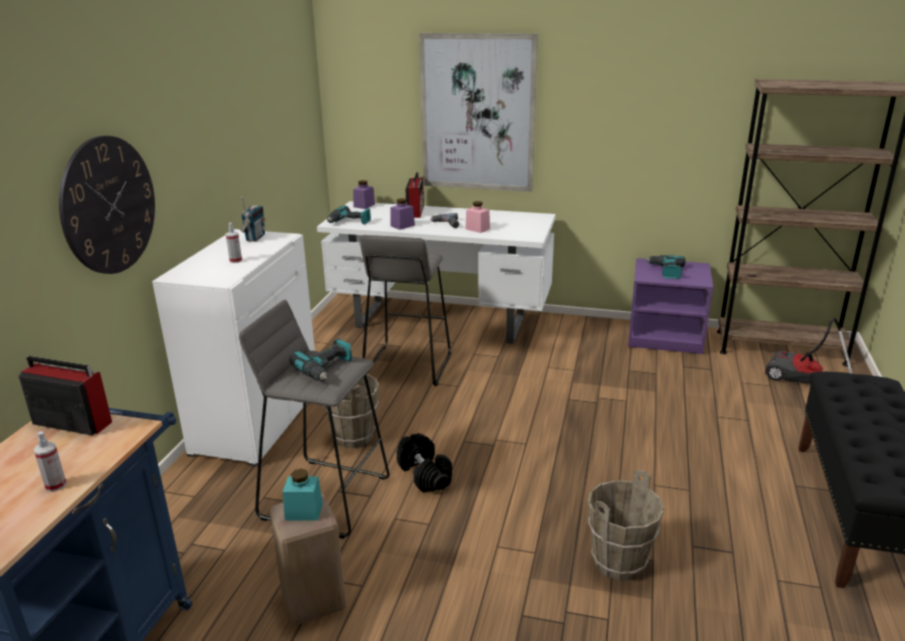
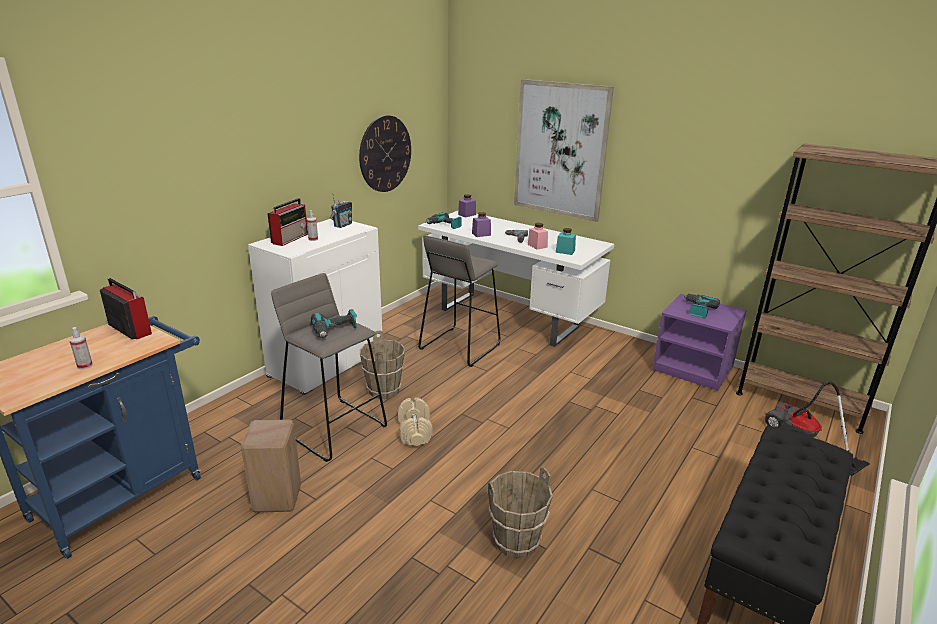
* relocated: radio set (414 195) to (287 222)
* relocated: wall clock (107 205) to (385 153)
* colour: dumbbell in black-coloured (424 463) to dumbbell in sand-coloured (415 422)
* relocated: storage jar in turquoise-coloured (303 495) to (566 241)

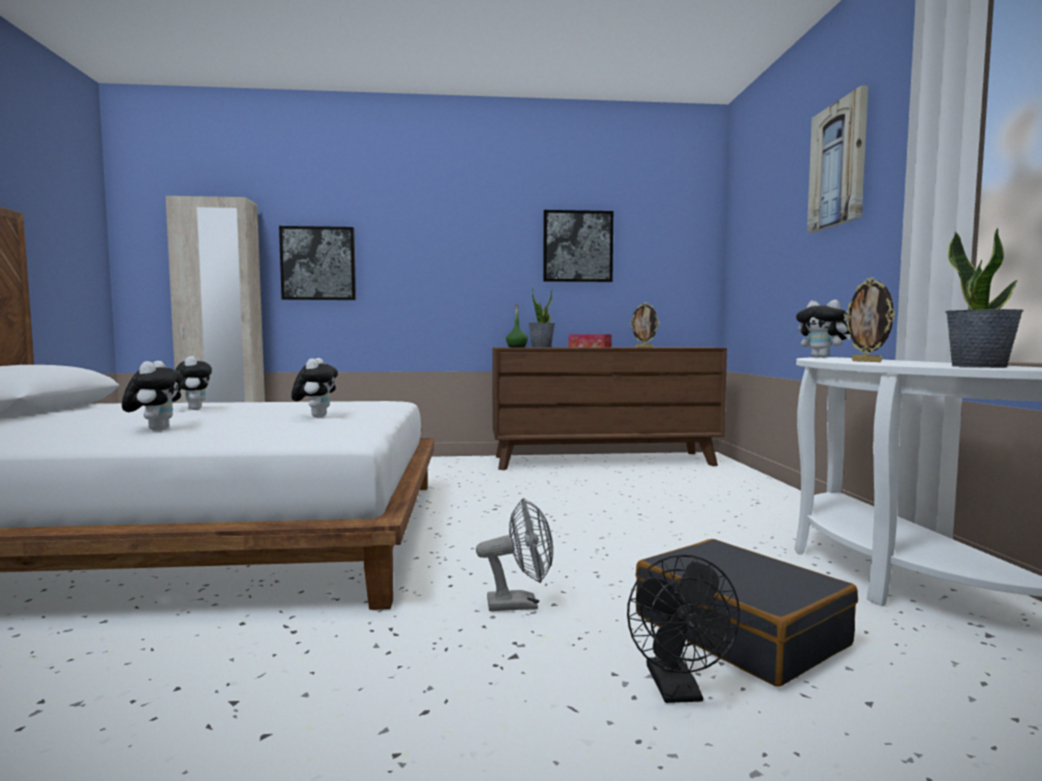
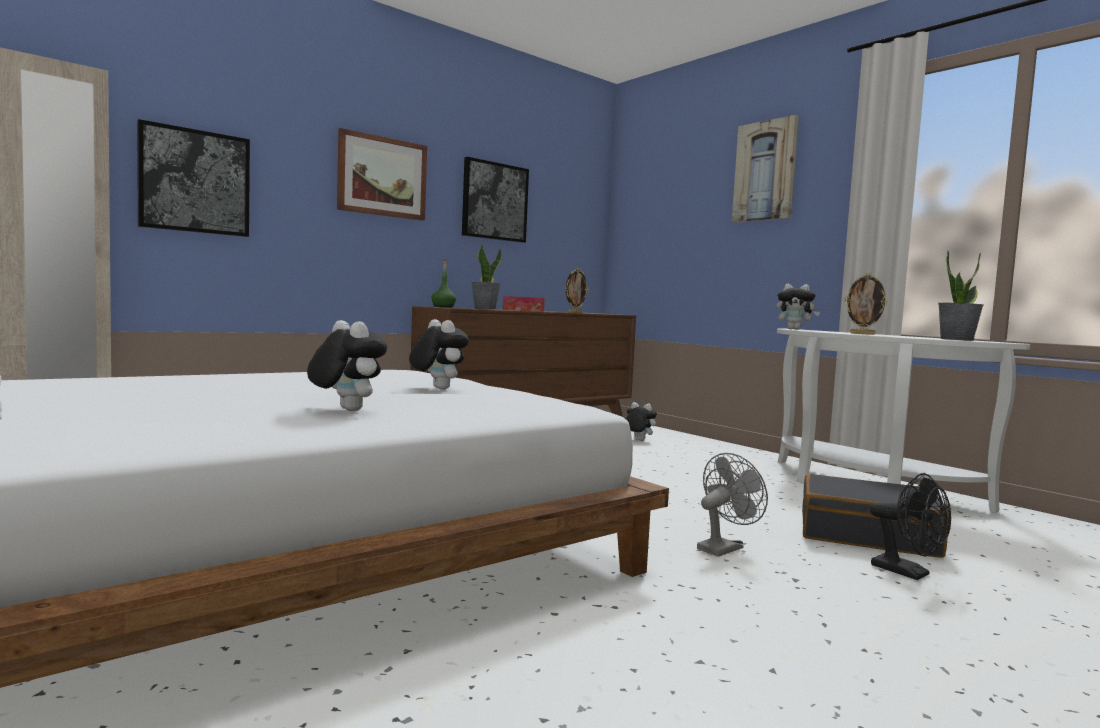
* appeared: wall picture (382 174)
* relocated: cuddly toy (193 383) to (641 421)

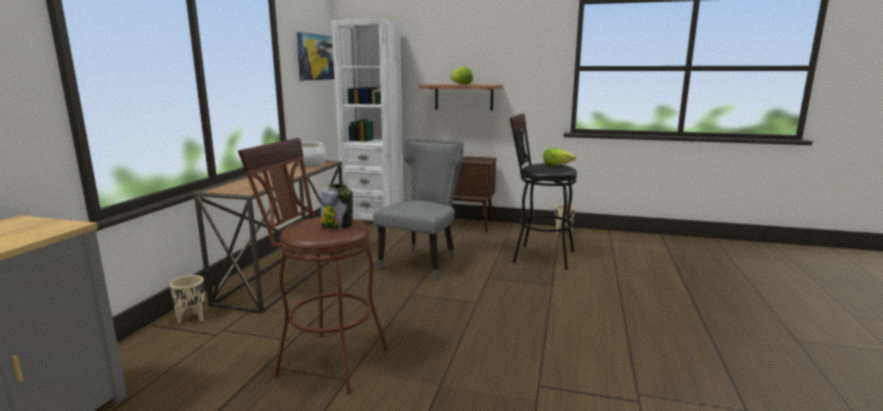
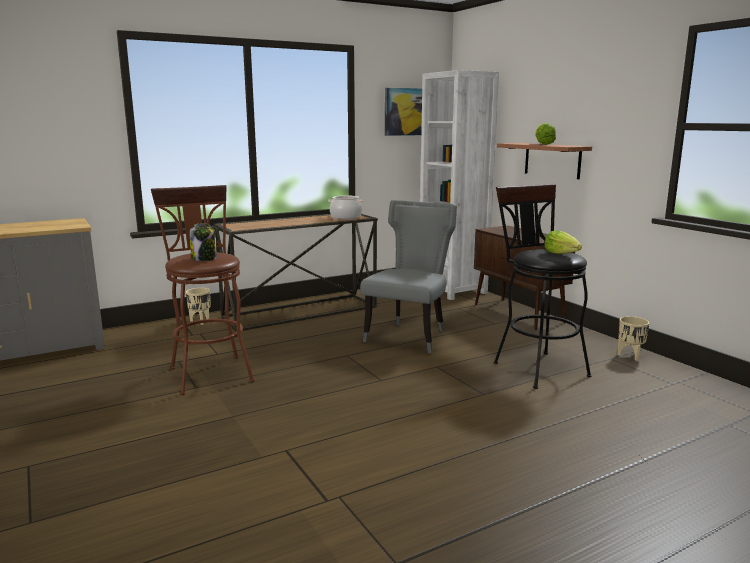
* spun: chair in gray (418 208) = (408 276) 45 degrees counterclockwise

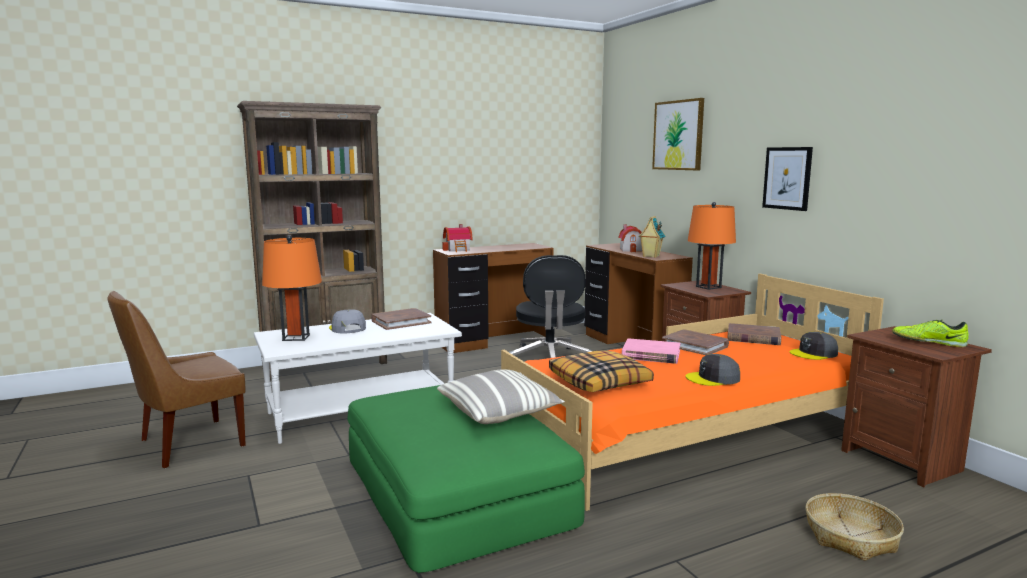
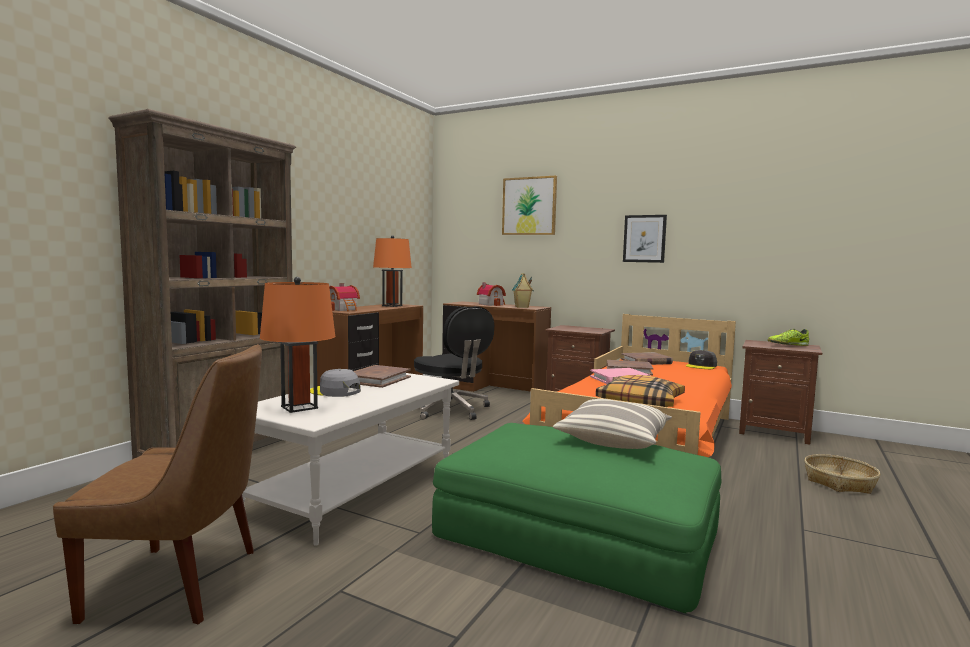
* spun: chair in brown-coloured (176 379) = (157 484) 105 degrees counterclockwise
* relocated: tabletop lamp in orangey (712 246) to (392 271)
* missing: peaked cap in gray (713 370)

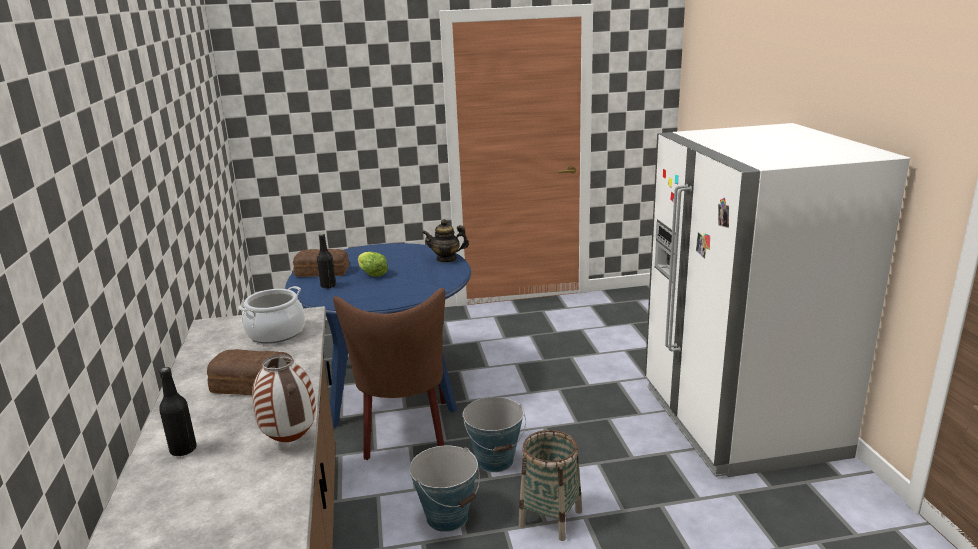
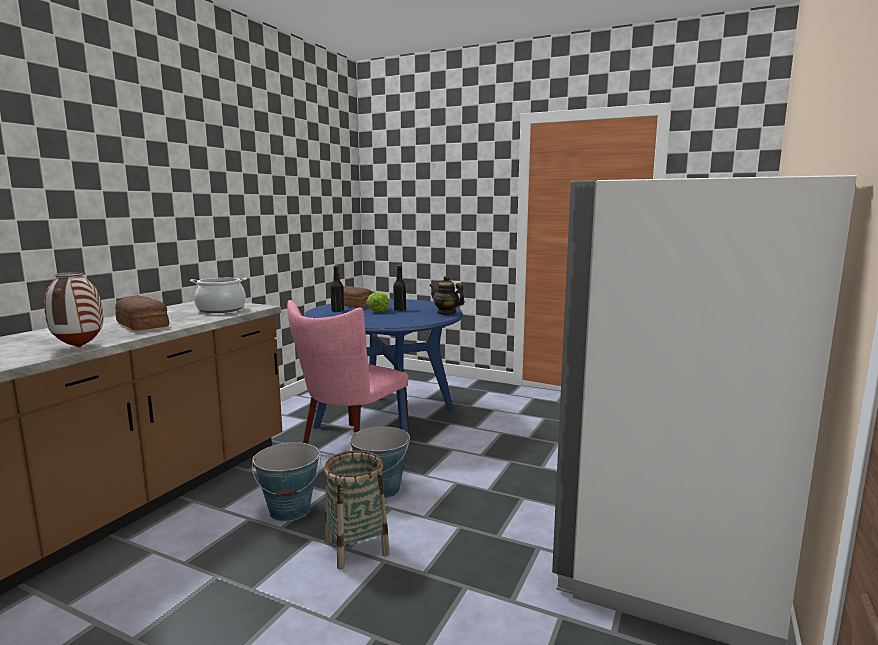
* colour: chair in brown-coloured (389 374) to chair in pink-coloured (348 372)
* relocated: bottle in black-coloured (178 412) to (399 288)

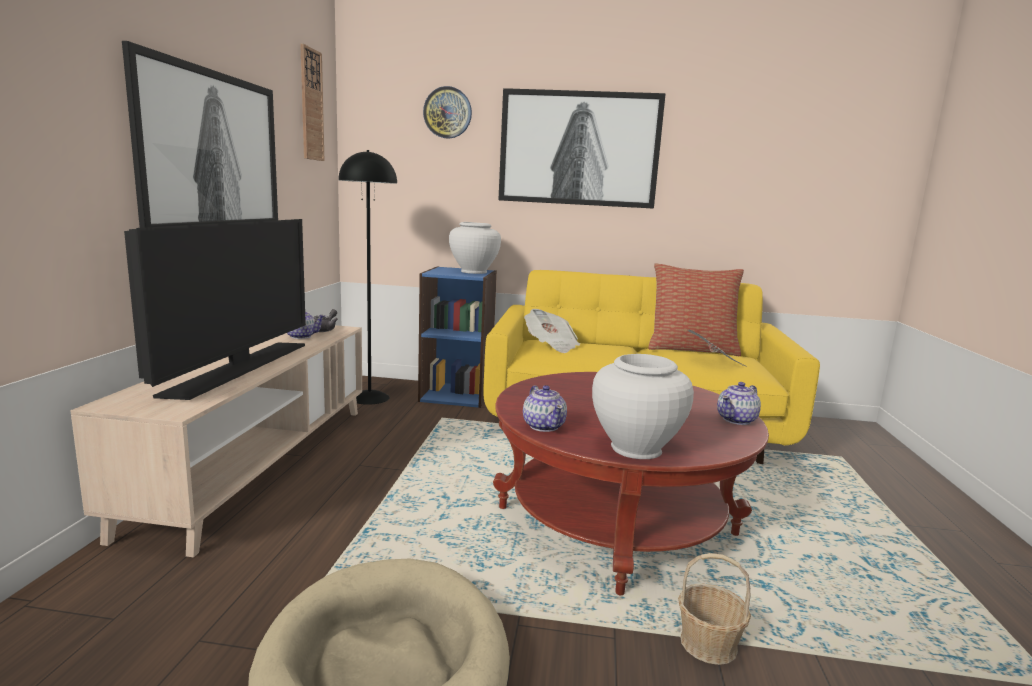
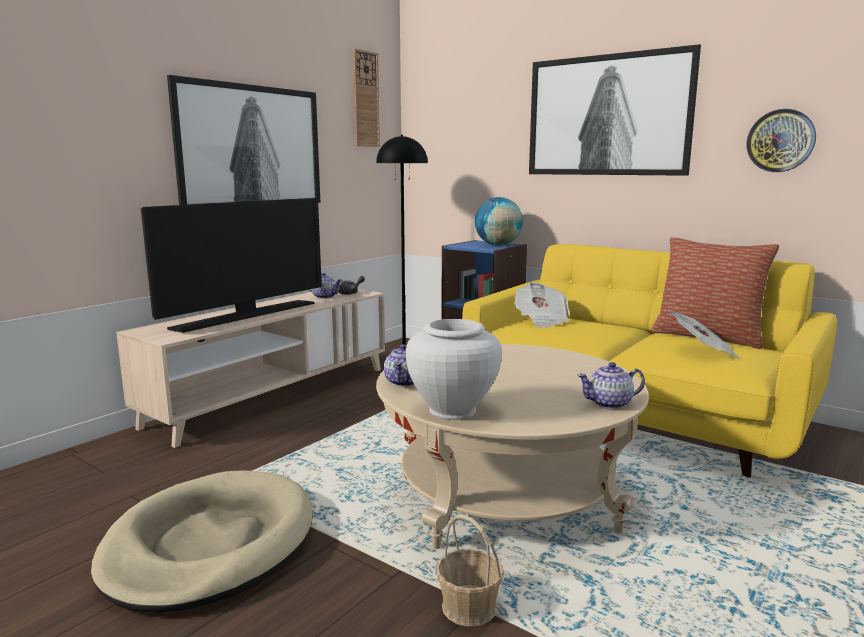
* colour: lounge table in red-coloured (631 483) to lounge table in sand-coloured (512 446)
* exchanged: flower vase in whitish (475 248) to world globe (499 221)
* relocated: wall clock (447 112) to (781 140)

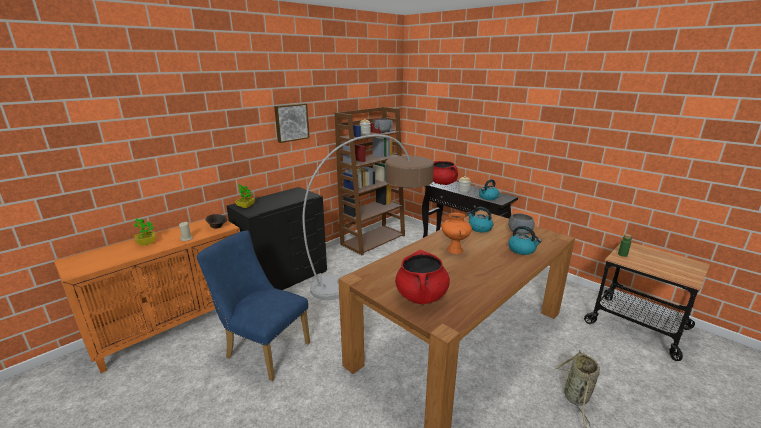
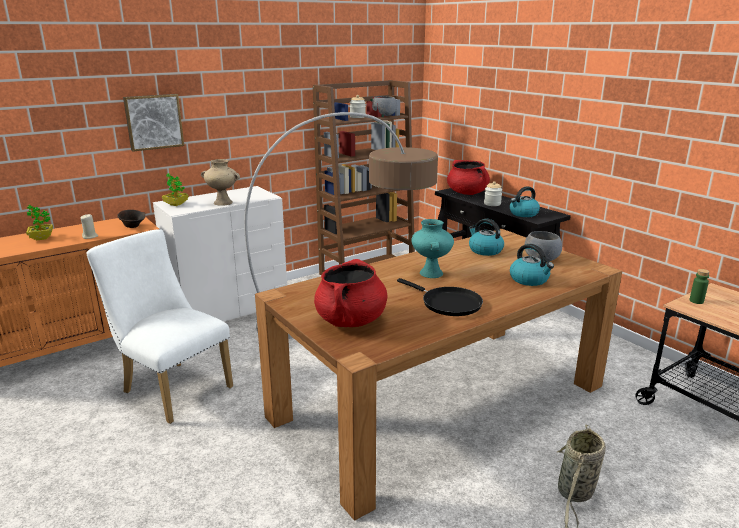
* colour: chair in blue (253 306) to chair in whitish (159 326)
* relocated: wall picture (292 123) to (153 123)
* colour: drawer chest in black-coloured (277 238) to drawer chest in whitish (220 254)
* appeared: flower vase in sand-coloured (220 182)
* appeared: frying pan in black-coloured (440 297)
* colour: flower vase in orangey (456 233) to flower vase in turquoise-coloured (432 248)

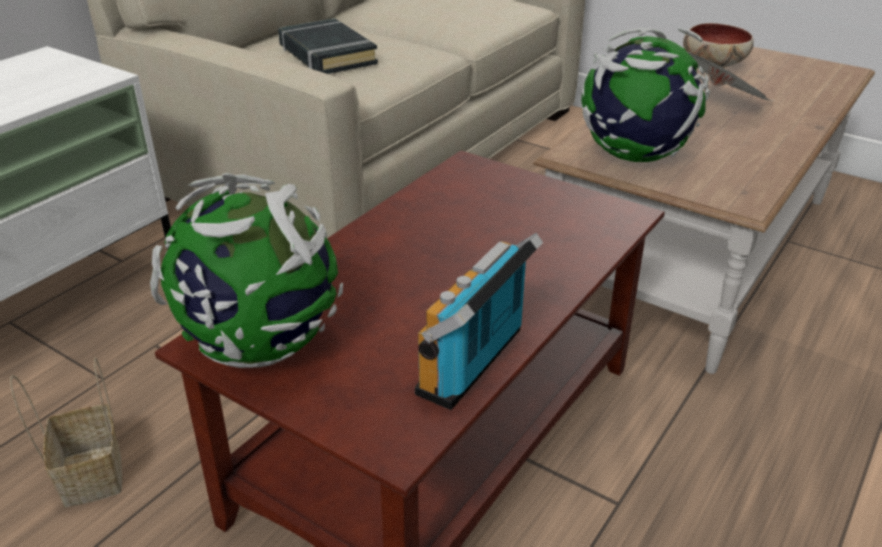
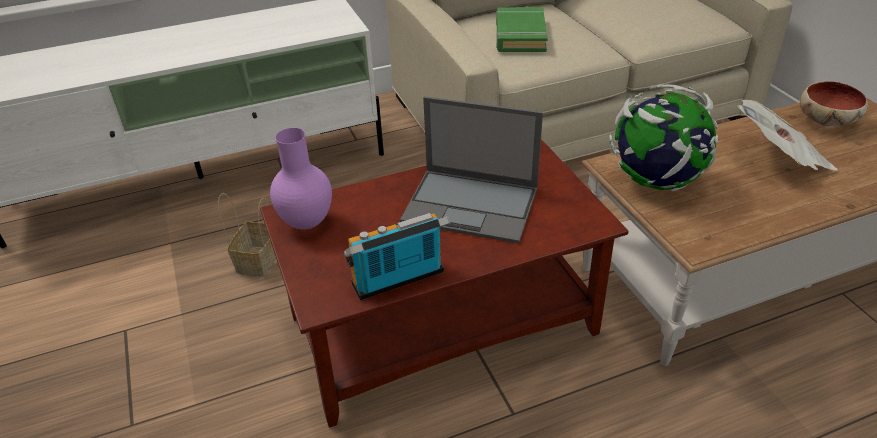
* exchanged: world globe (246 270) to flower vase in purplish (301 179)
* appeared: portable computer (471 170)
* colour: bound book in black-coloured (328 46) to bound book in greenish (522 29)

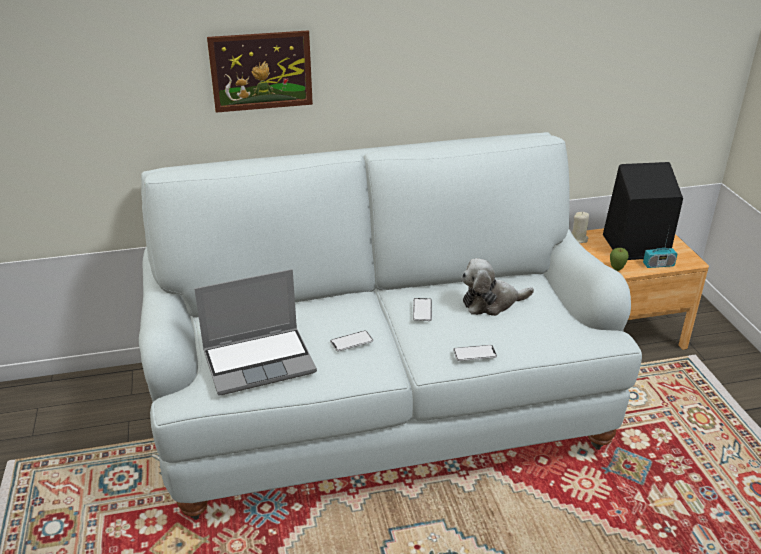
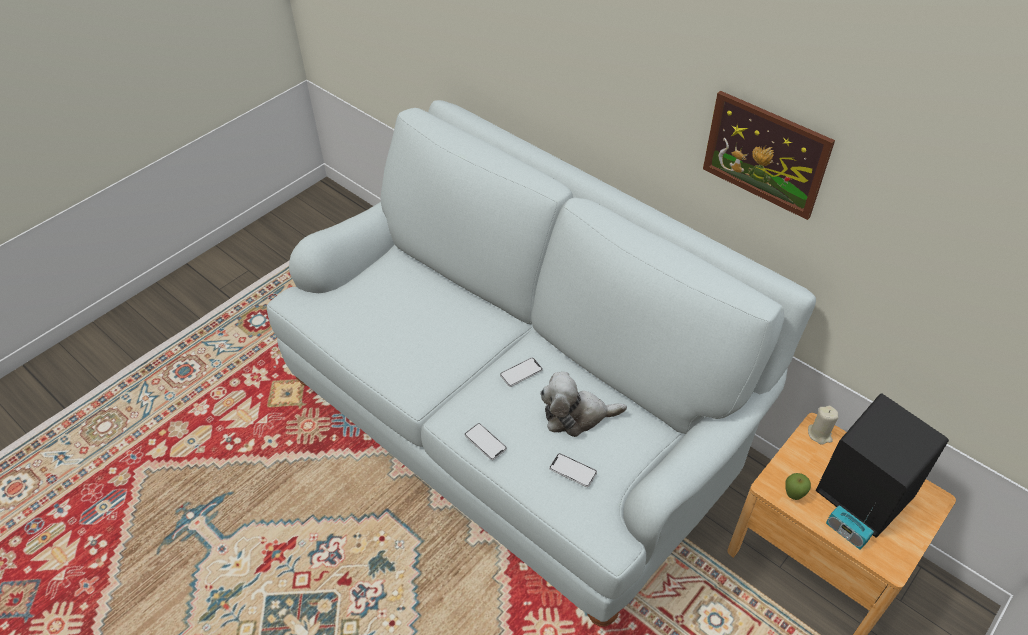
* spun: cuddly toy (497 287) = (583 404) 45 degrees counterclockwise
* relocated: handset (351 340) to (573 470)
* relocated: wall picture (260 71) to (769 155)
* missing: portable computer (255 332)

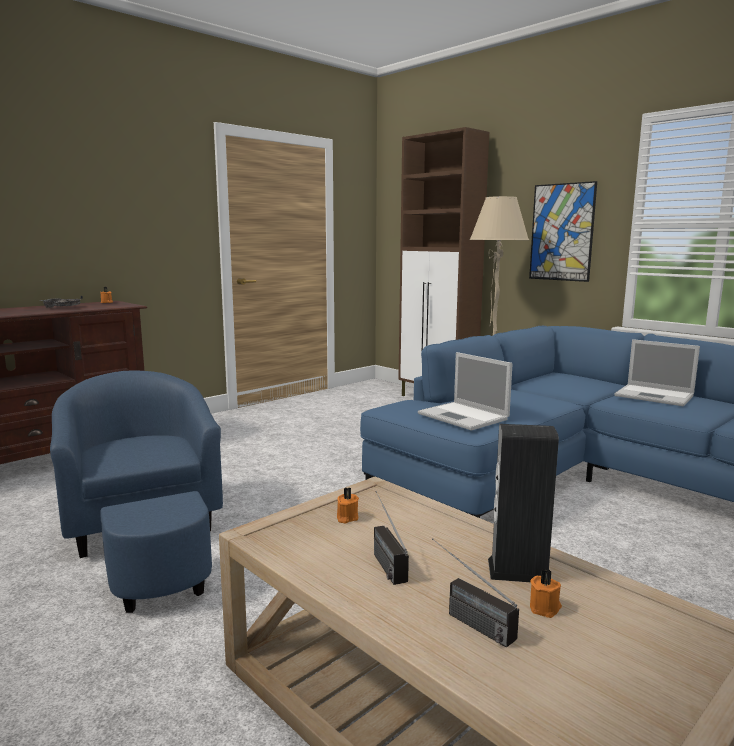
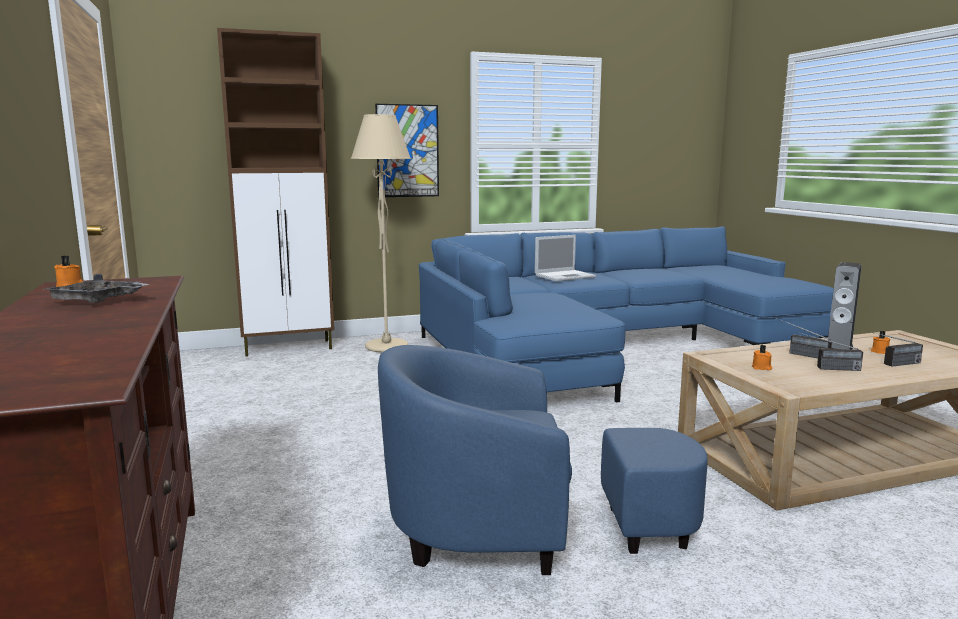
* appeared: radio set (803 337)
* missing: portable computer (465 391)

